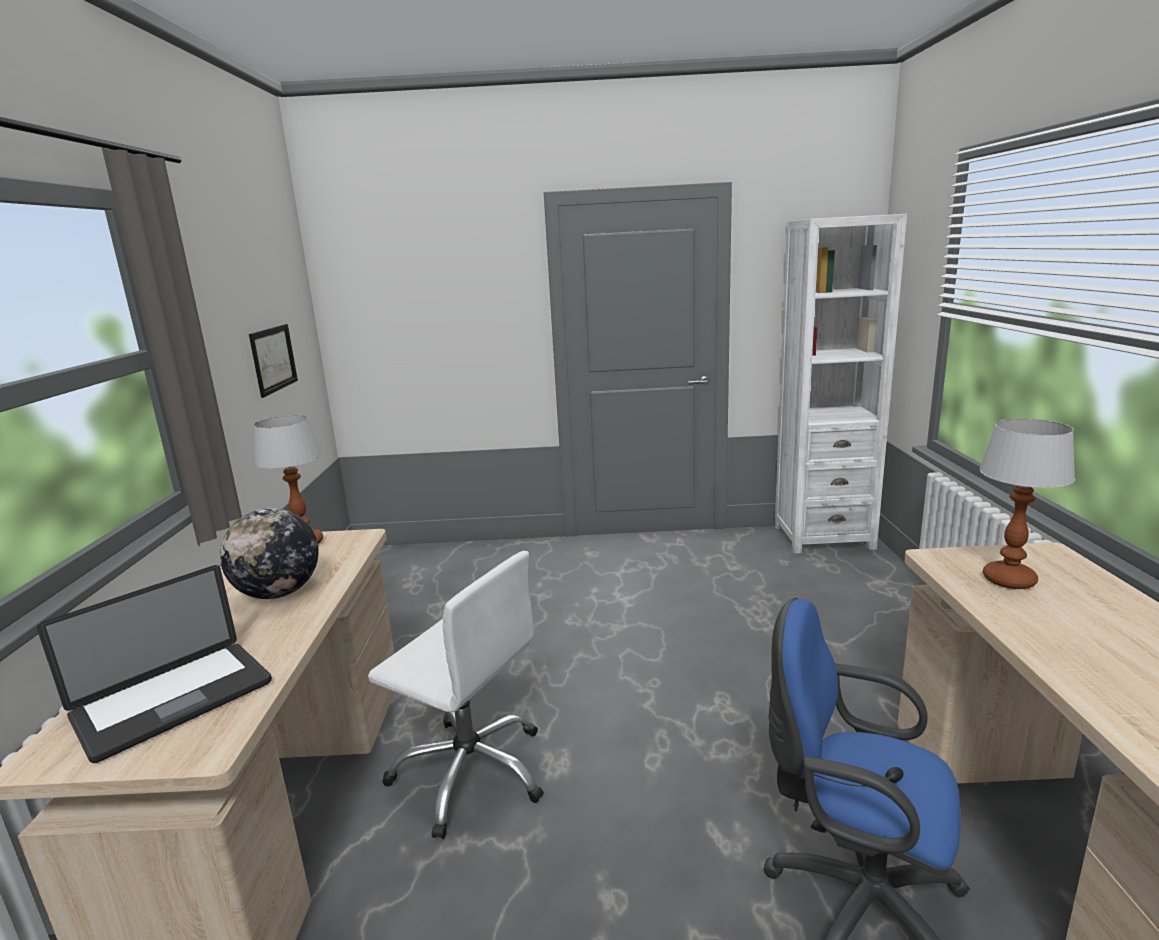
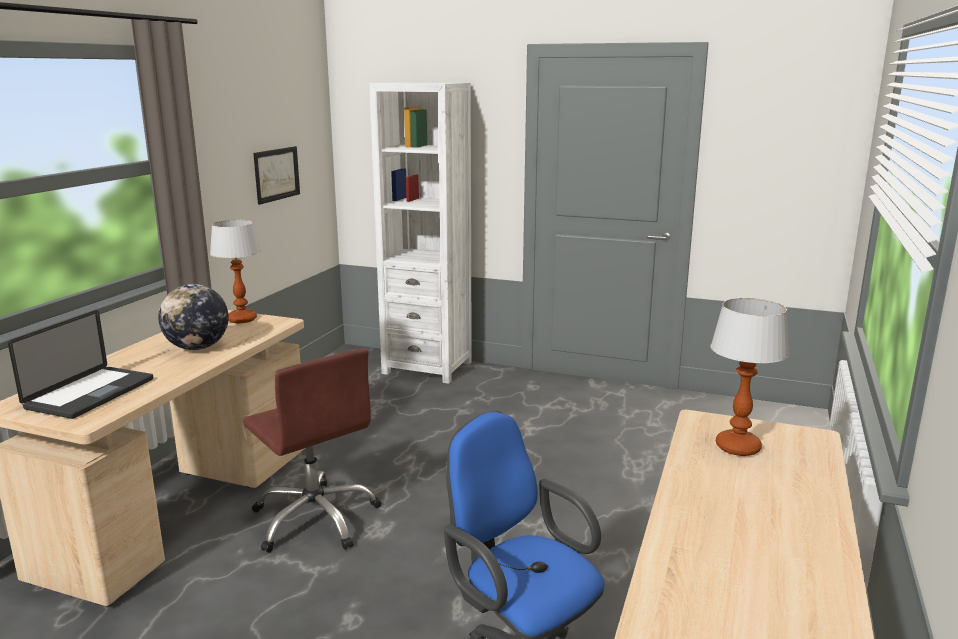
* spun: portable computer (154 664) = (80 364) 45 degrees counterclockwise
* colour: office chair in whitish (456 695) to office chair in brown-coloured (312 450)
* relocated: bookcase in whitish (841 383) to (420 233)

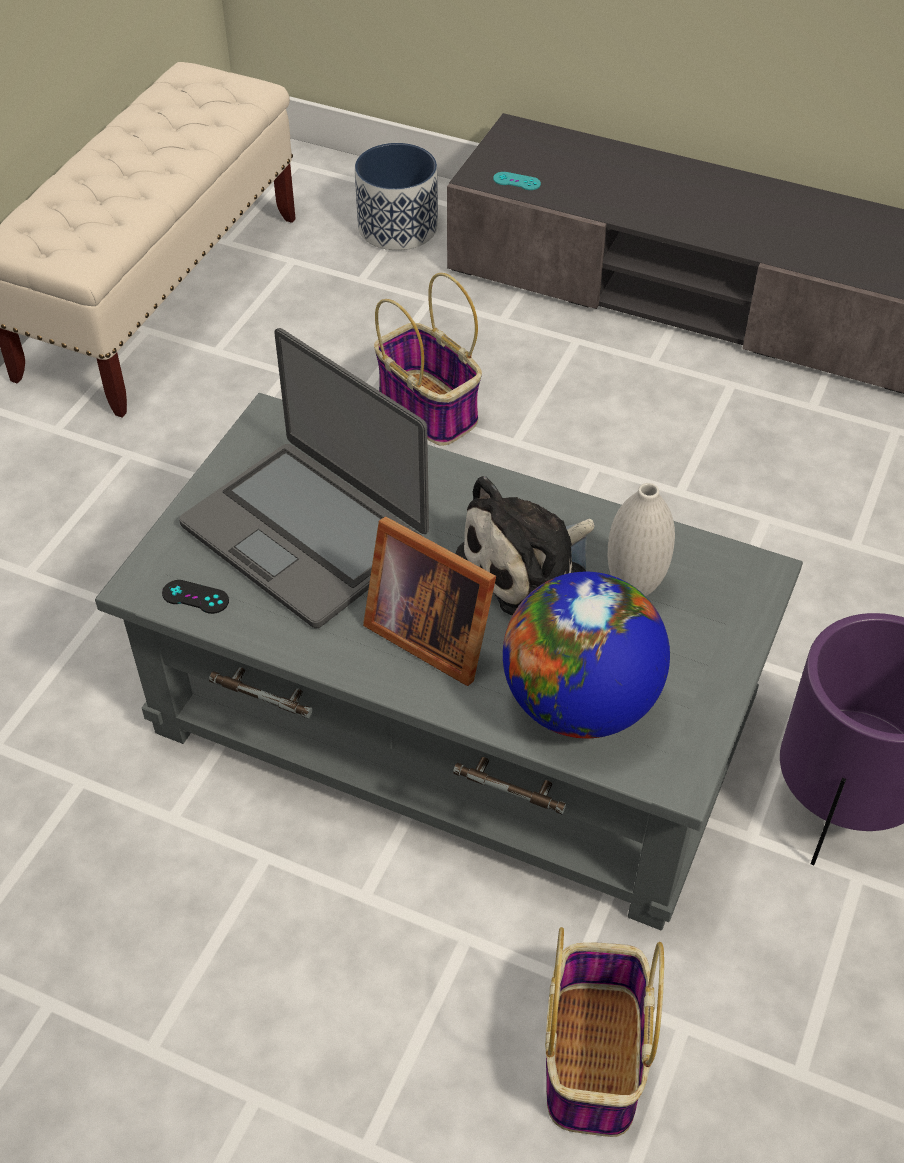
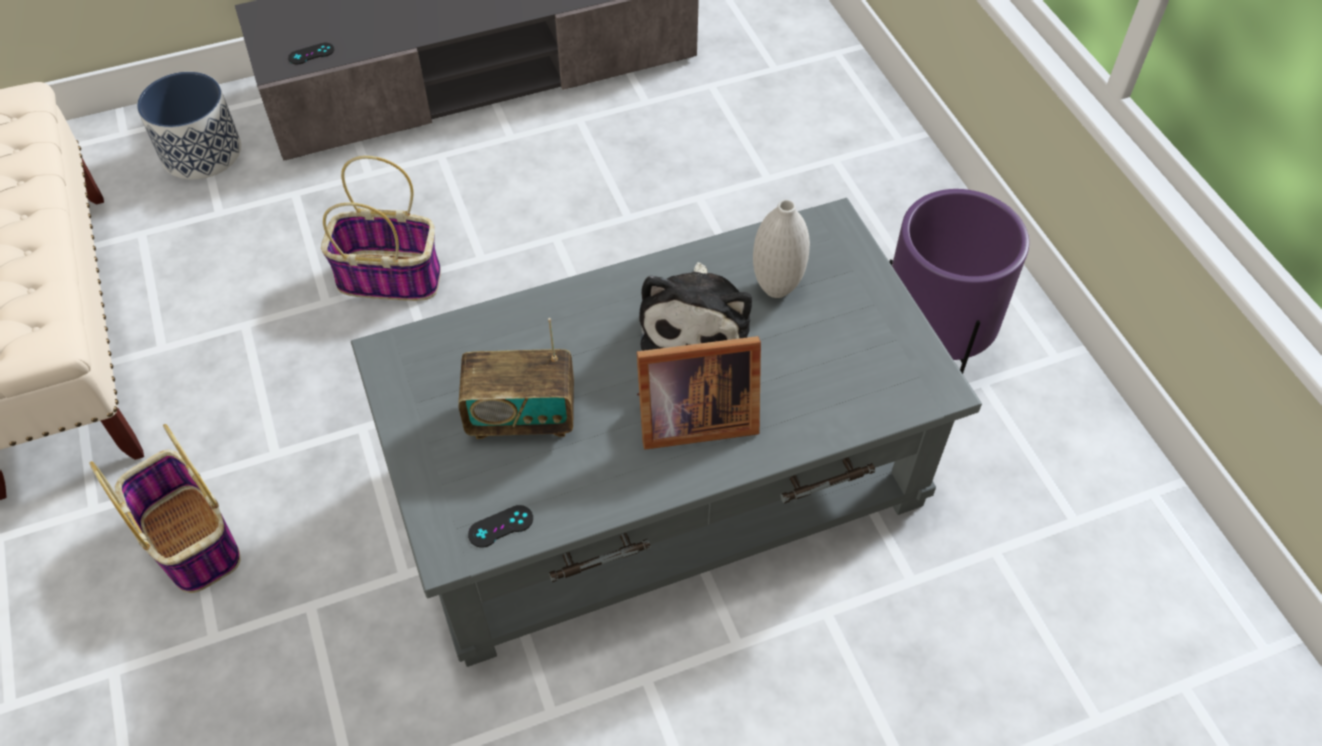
* relocated: storage basket (604 1032) to (165 508)
* colour: game controller in turquoise-coloured (517 181) to game controller in black-coloured (311 53)
* exchanged: portable computer (304 478) to radio set (516 378)
* missing: world globe (586 655)

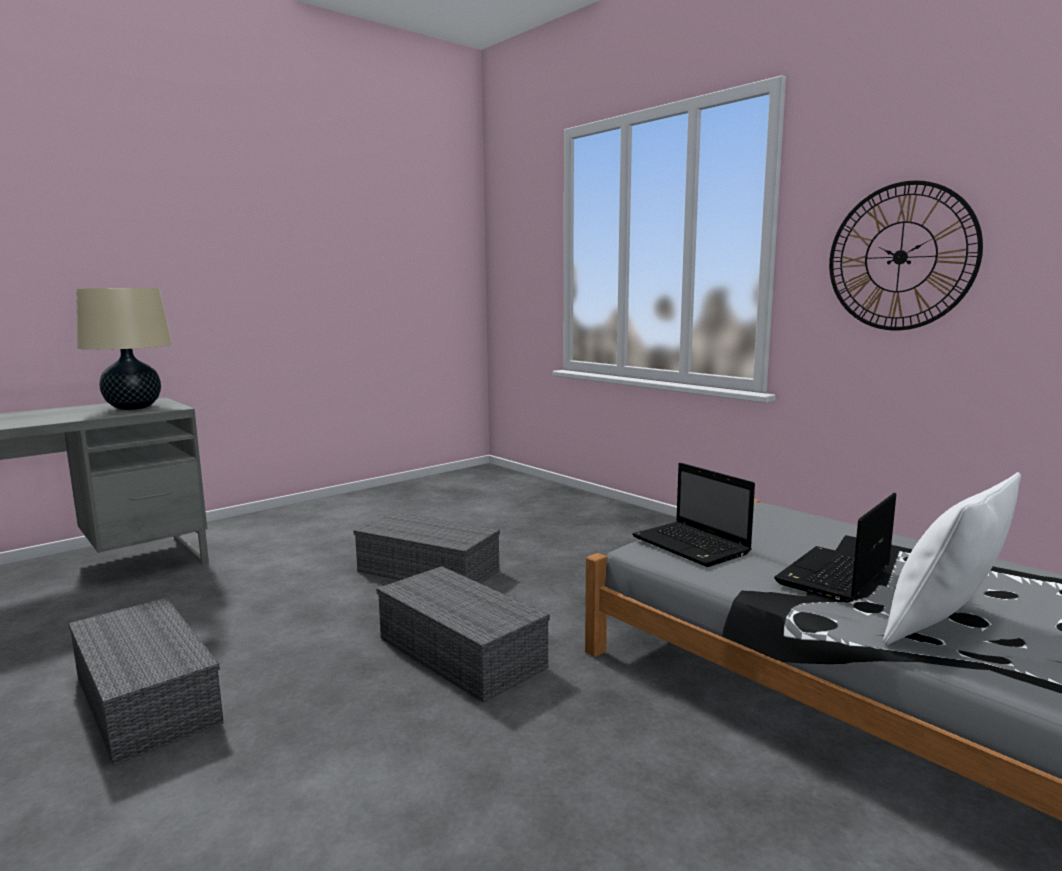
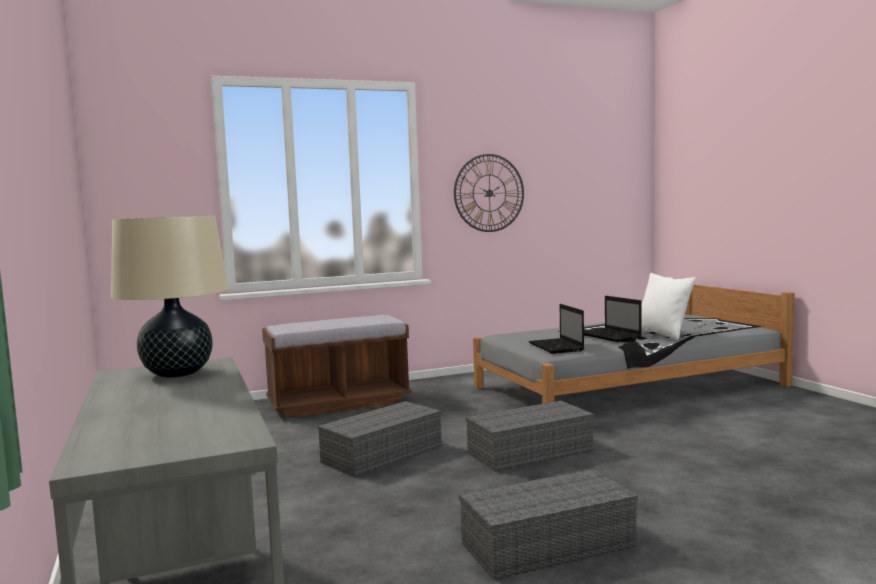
* appeared: indoor bench in brown-coloured (336 366)
* spun: portable computer (693 515) = (556 329) 90 degrees clockwise

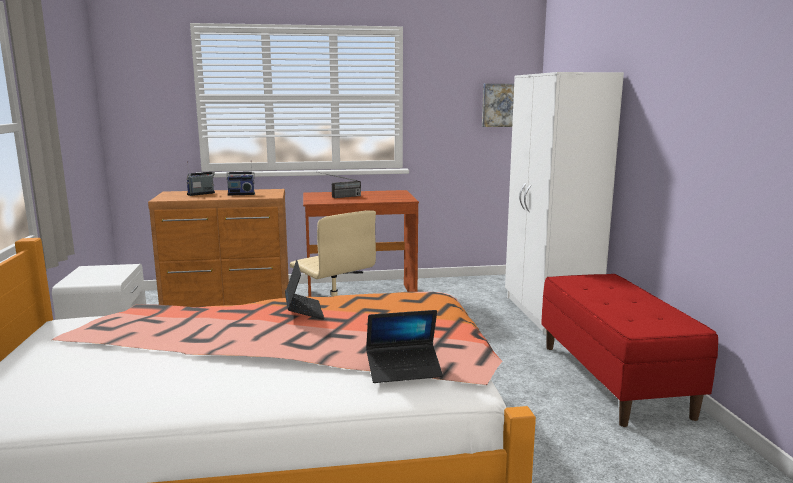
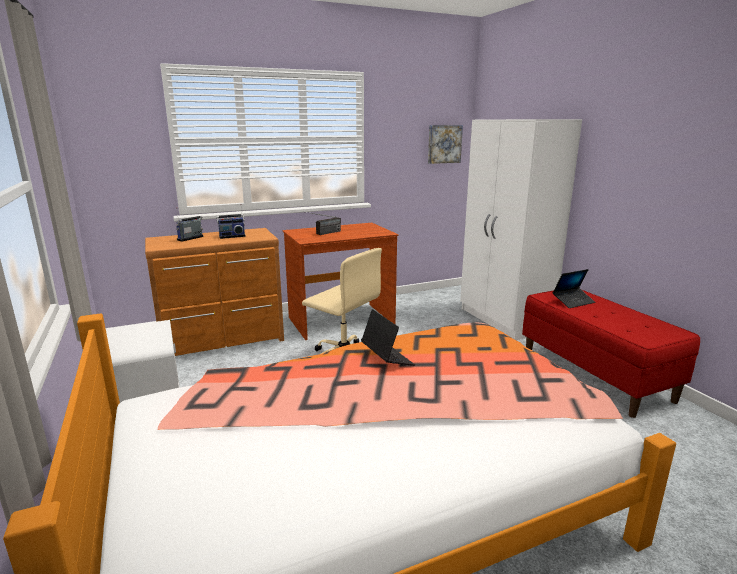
* relocated: portable computer (404 346) to (573 288)

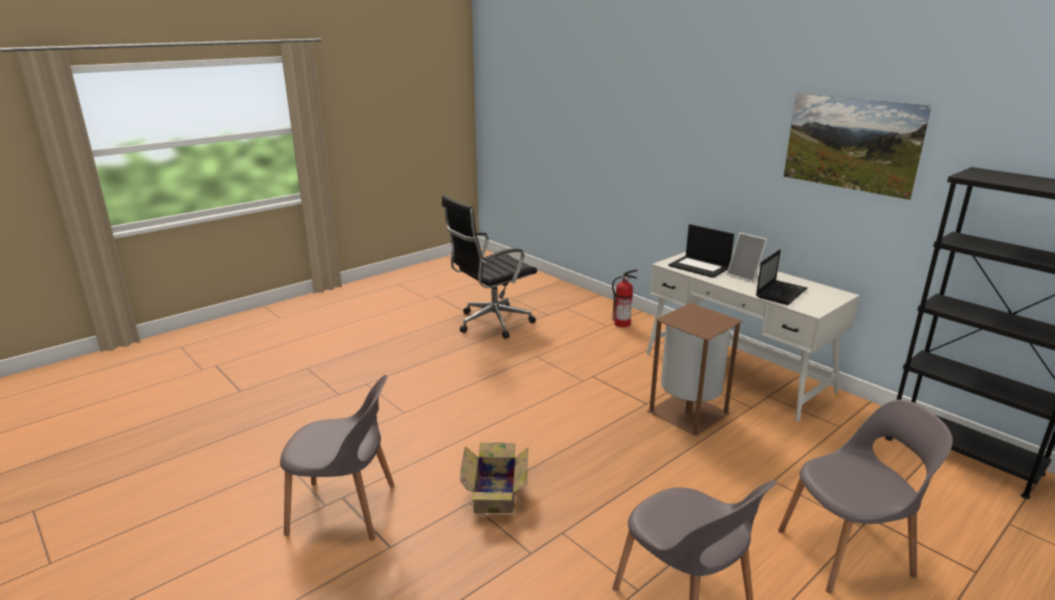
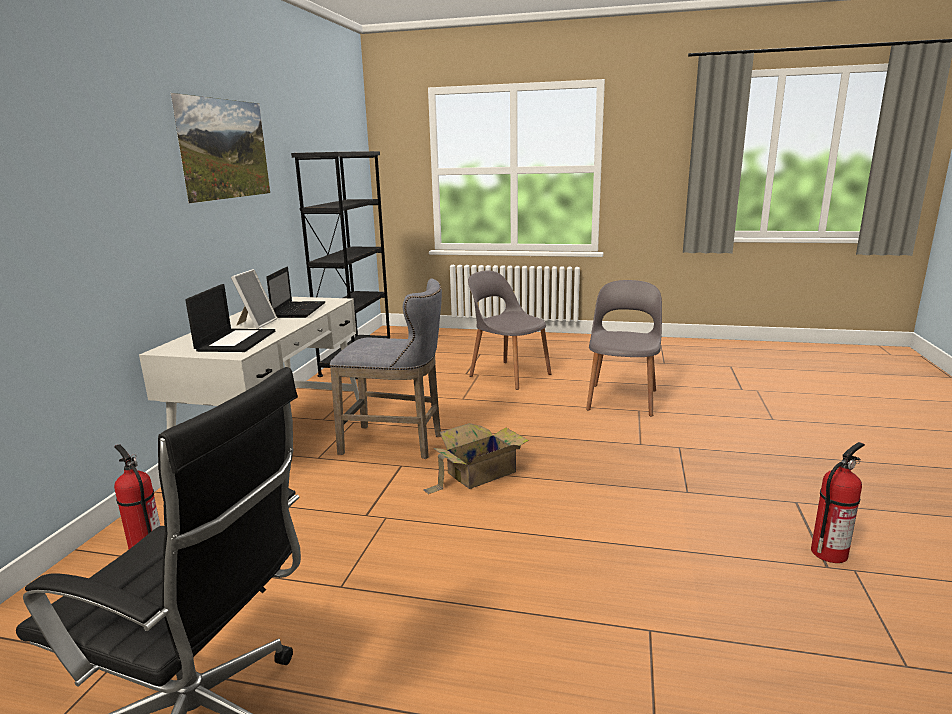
* spun: portable computer (781 277) = (295 292) 90 degrees clockwise
* exchanged: rubbish bin in brown-coloured (695 369) to stool in gray (385 369)
* relocated: packing box (494 477) to (476 459)
* exchanged: chair in gray (337 457) to fire-fighting cylinder (838 502)

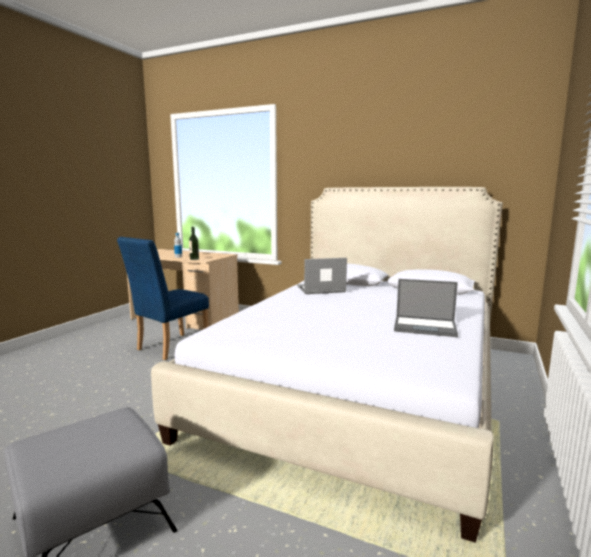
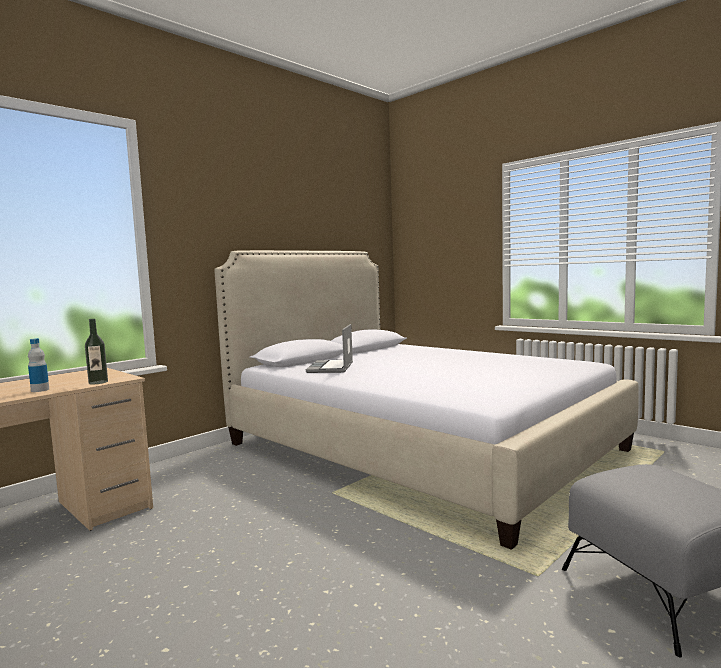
* missing: chair in blue (163 298)
* missing: portable computer (426 308)

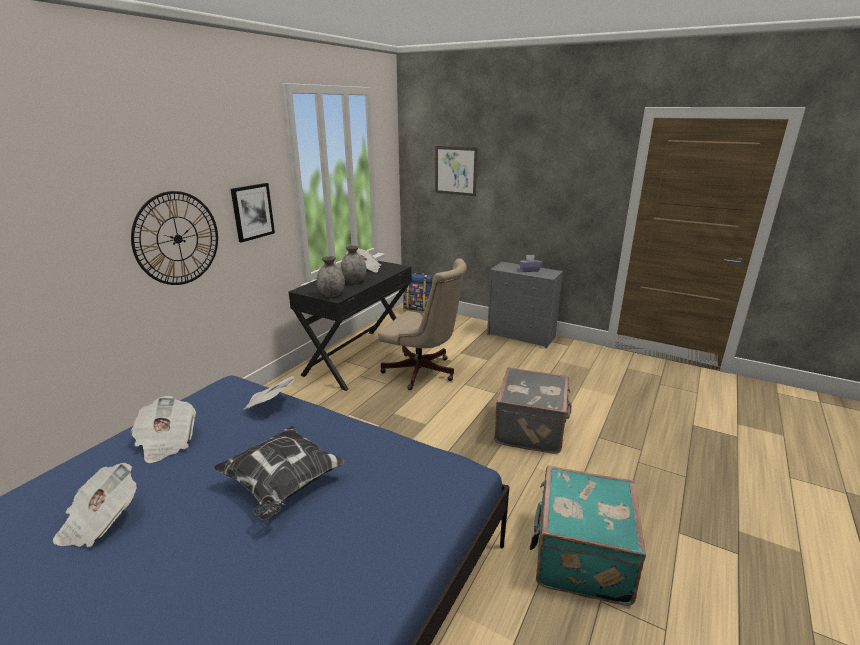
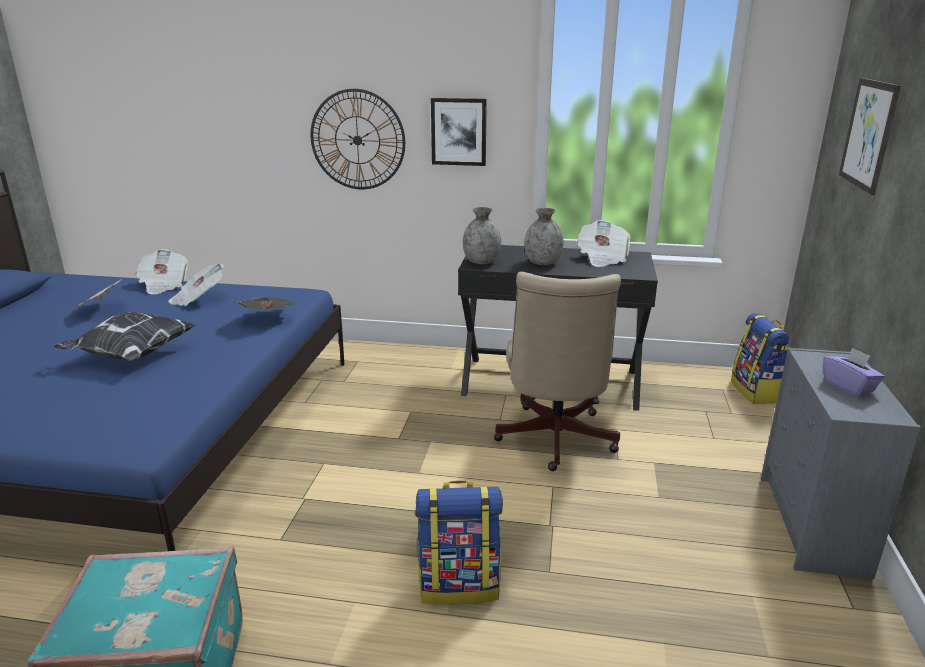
* appeared: daily paper (162 271)
* exchanged: suitcase in gray (532 410) to backpack (459 542)

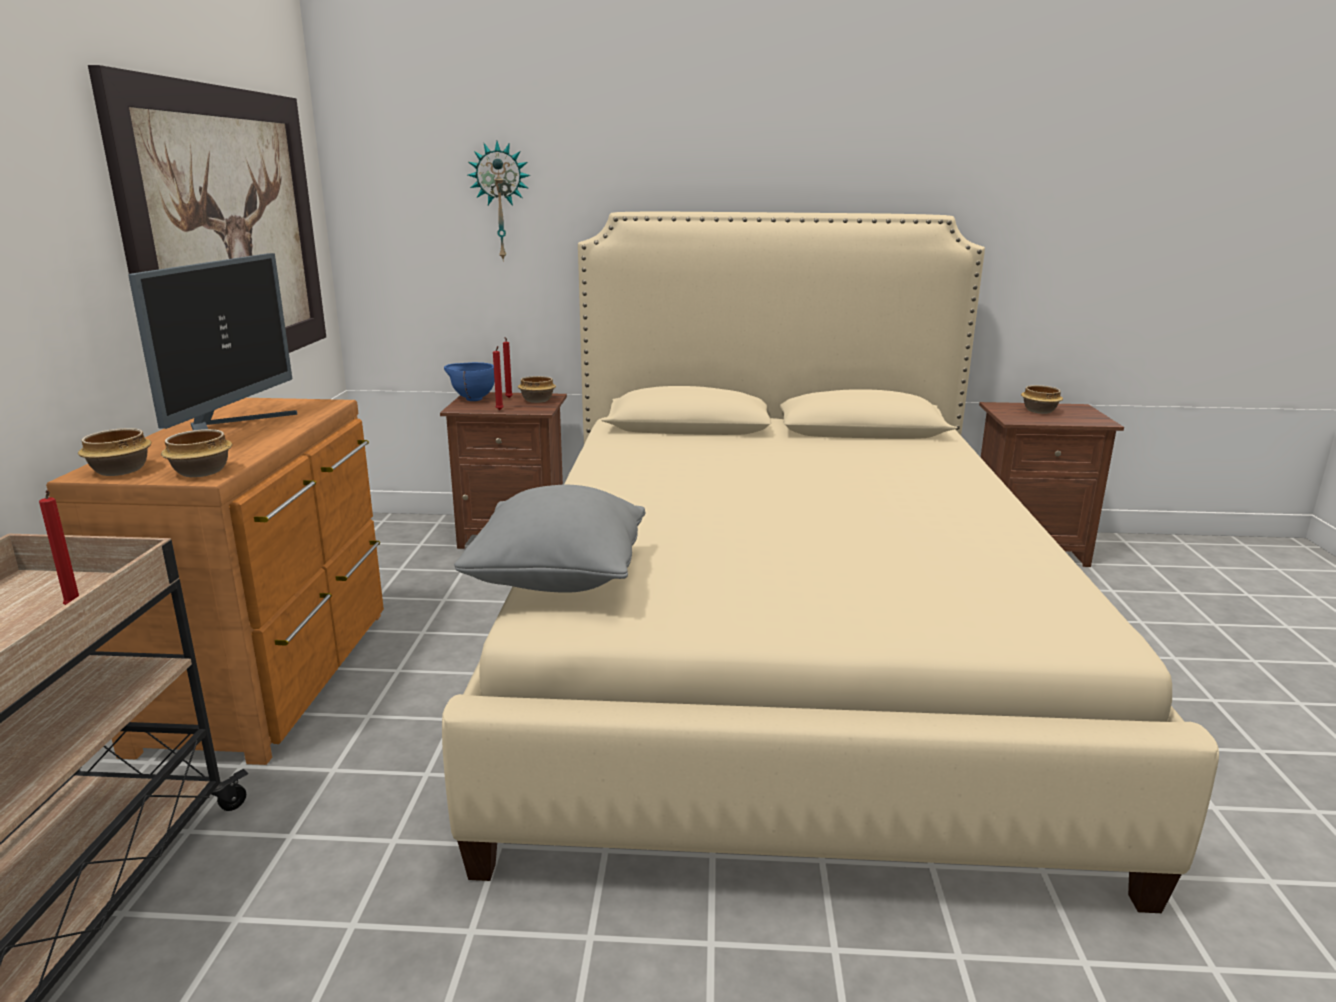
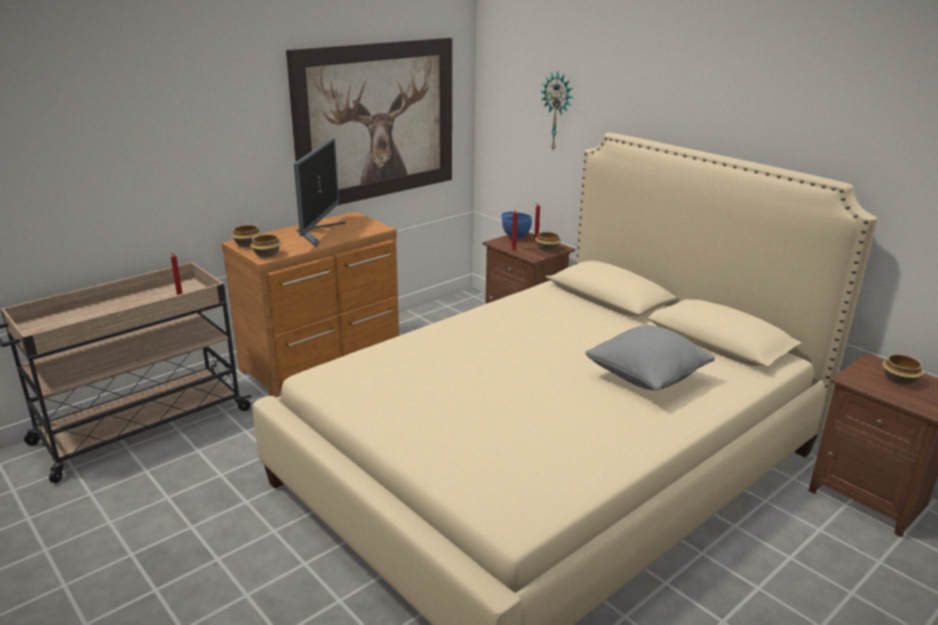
* spun: computer screen (212 341) = (320 192) 45 degrees counterclockwise
* relocated: pillow in gray (549 539) to (650 358)

